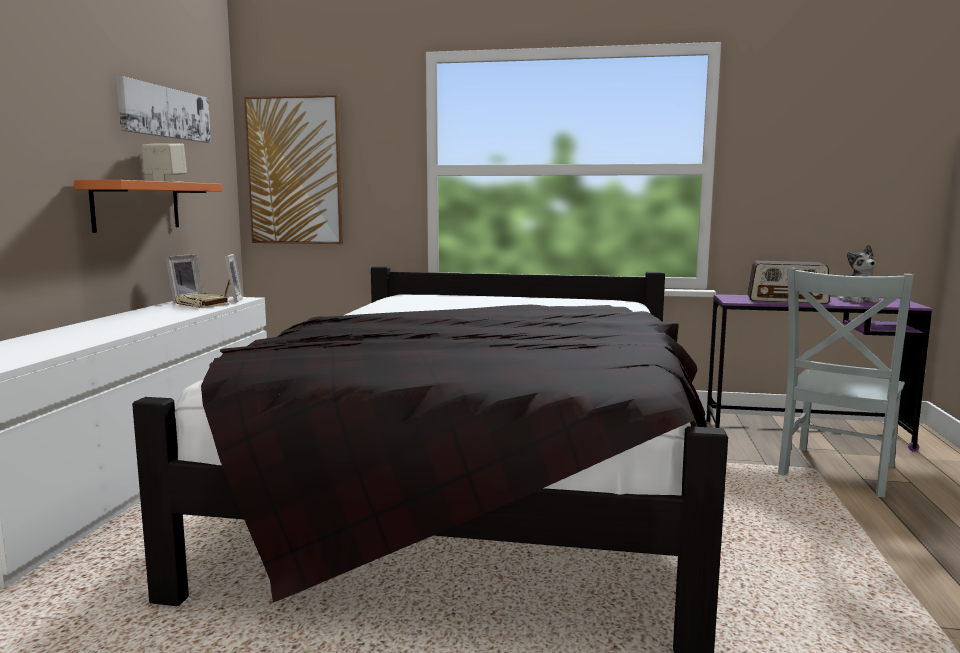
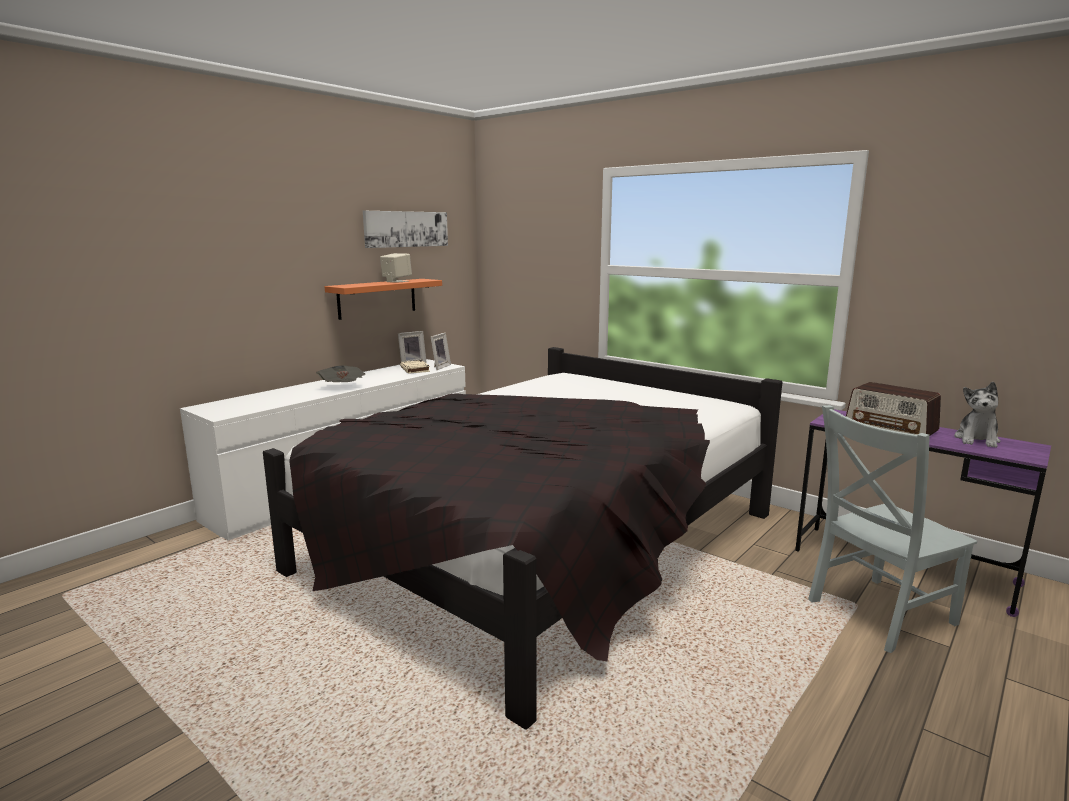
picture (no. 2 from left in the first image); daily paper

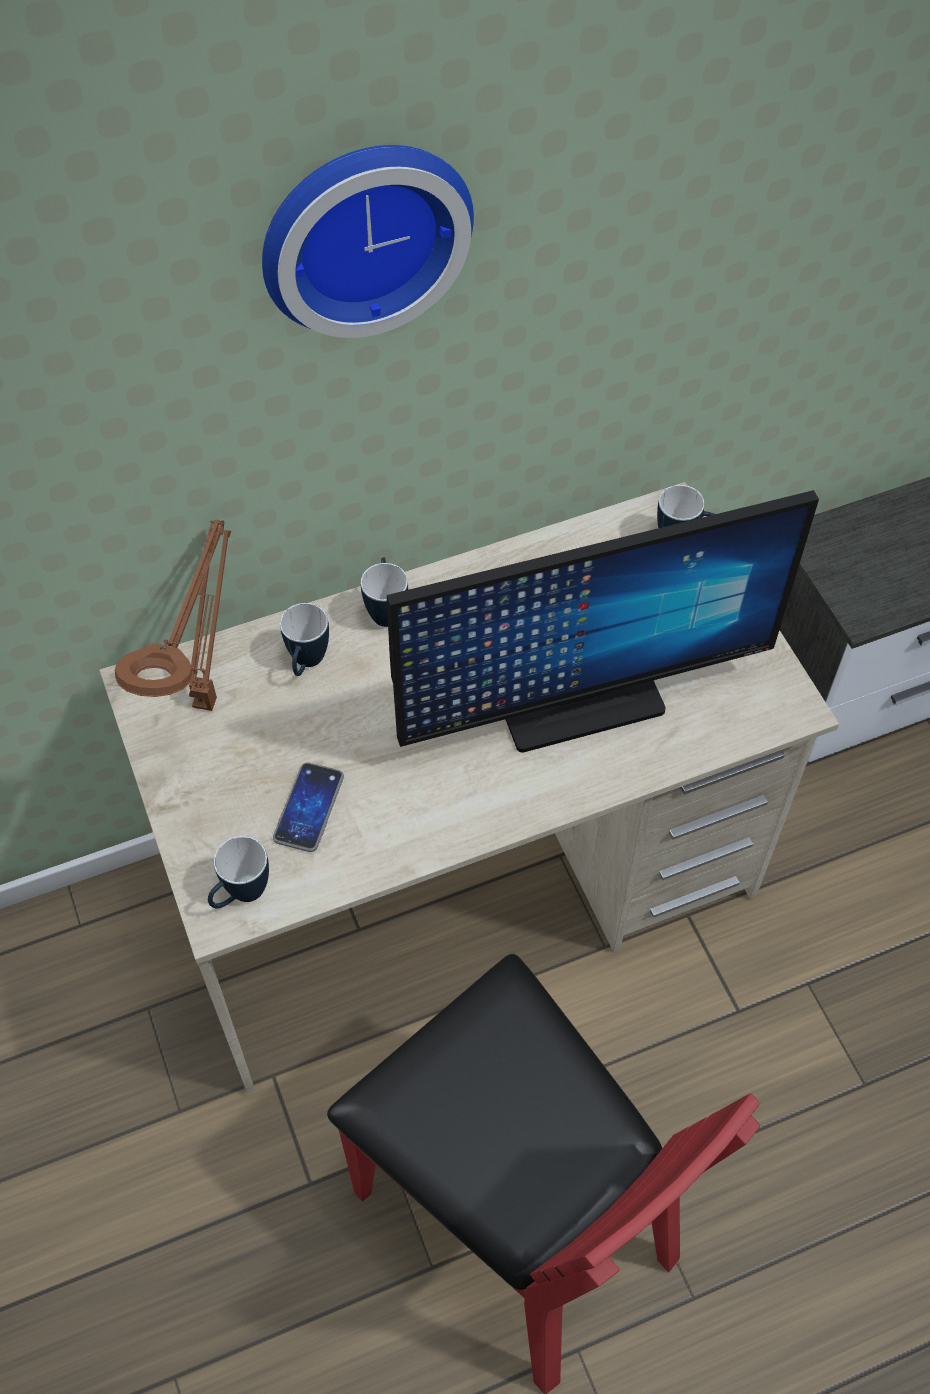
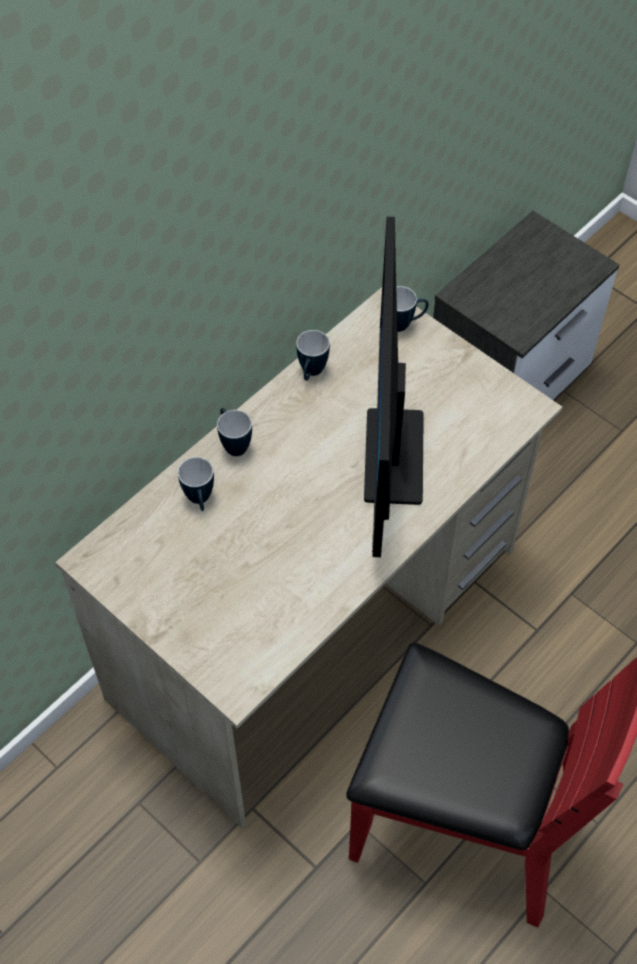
brown tabletop lamp; tea mug (no. 3 from left); wall clock; handset; computer display

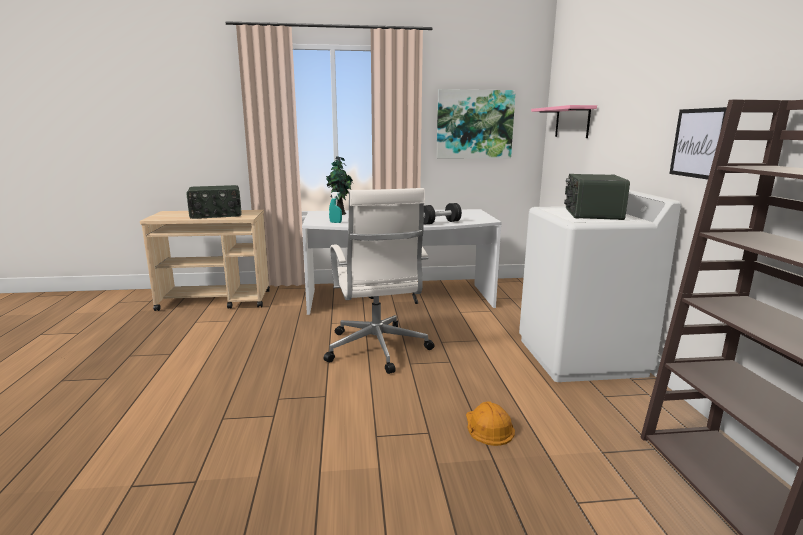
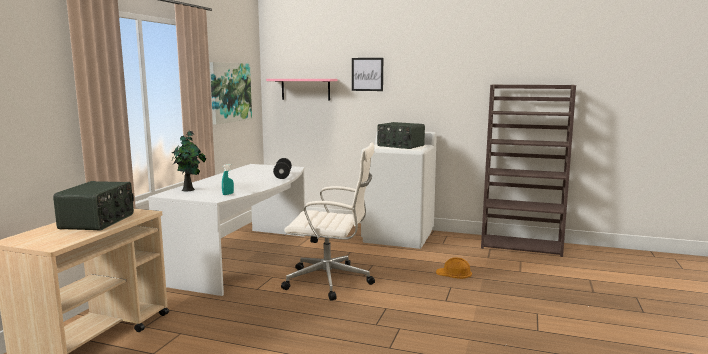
picture (no. 2 from left)

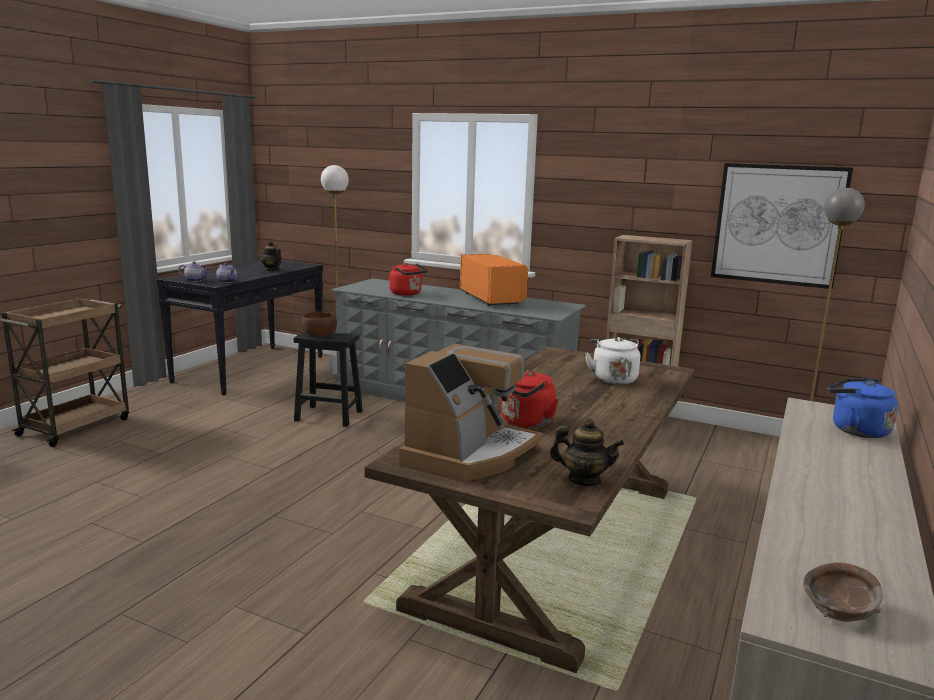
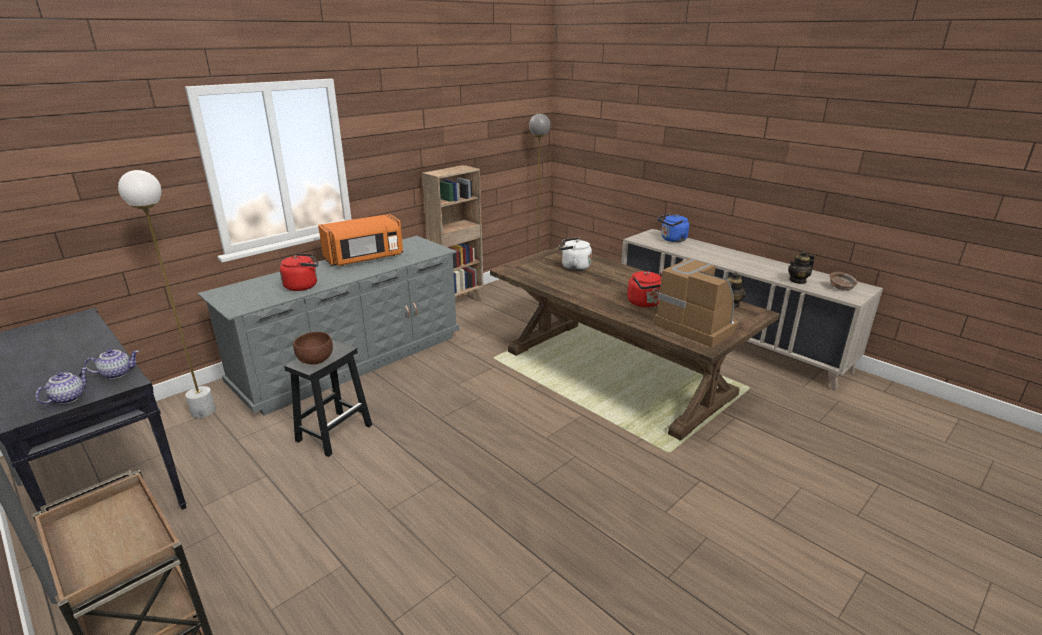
pot for tea (no. 4 from left); orangey microwave oven; picture

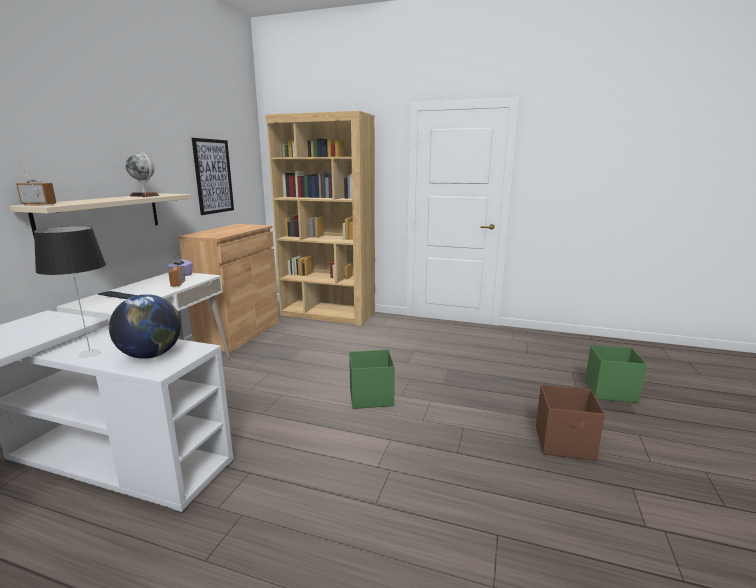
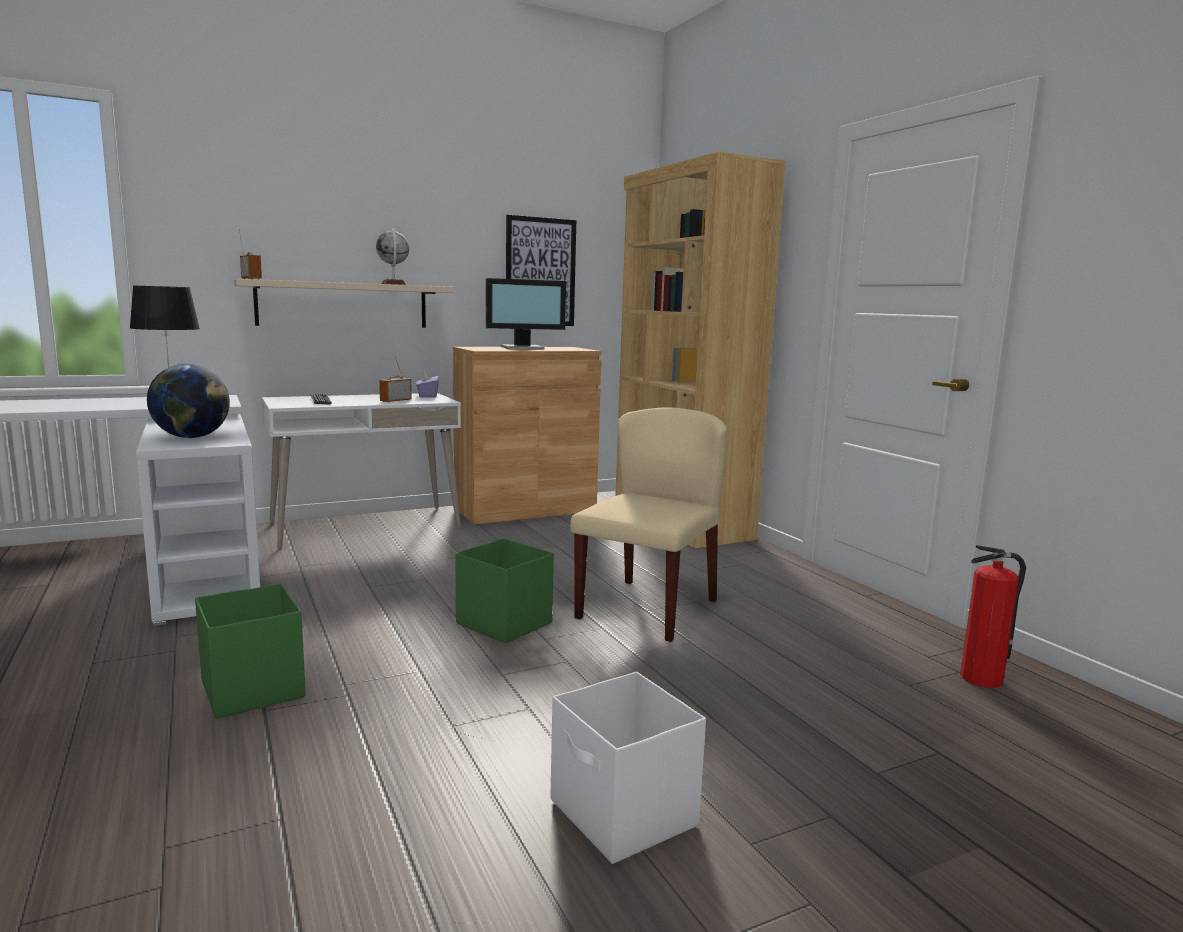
white storage bin; greenish storage bin (no. 1 from left); computer display; sand-coloured upright chair; fire extinguisher

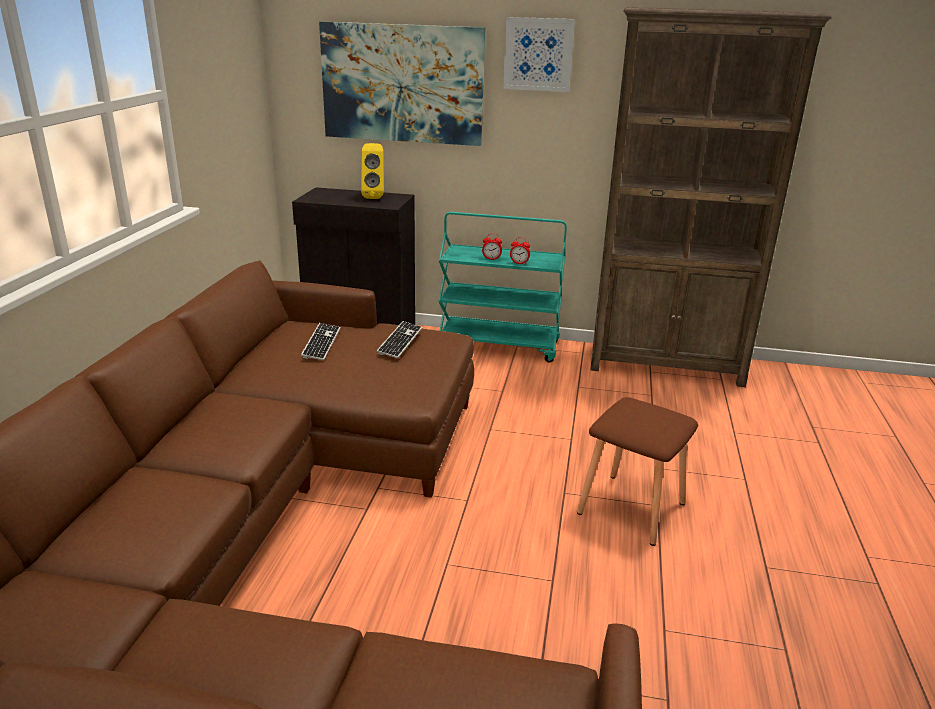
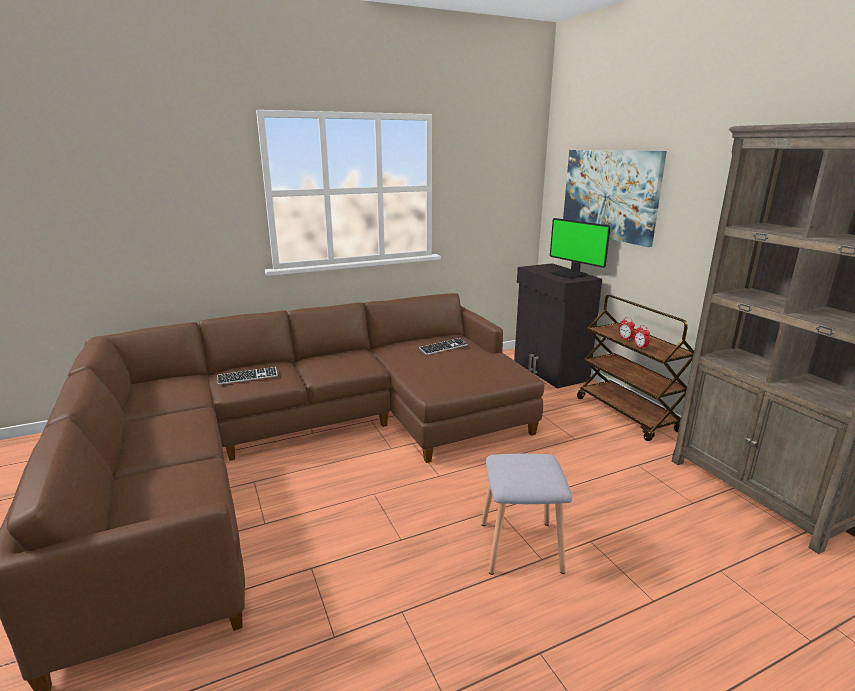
computer display; PC keyboard (no. 1 from left); brown wheeled cart; picture (no. 2 from left in the first image); grey sitting stool

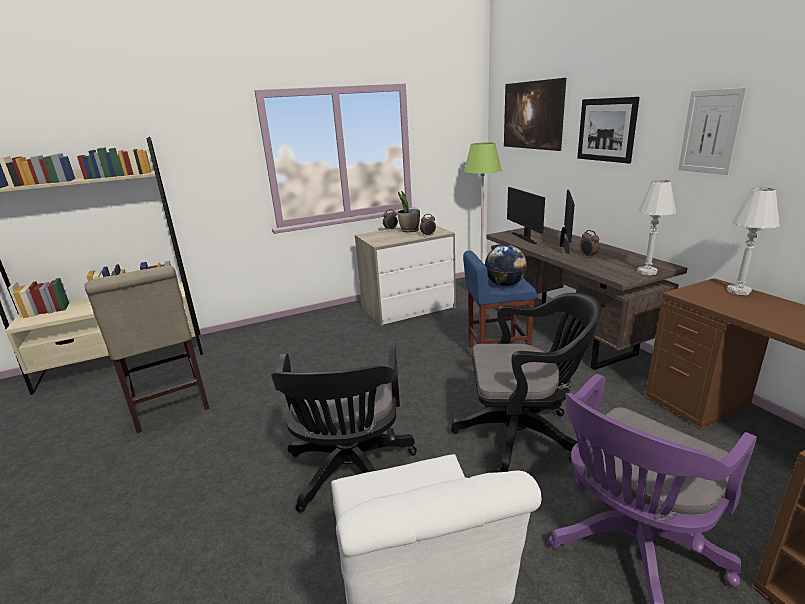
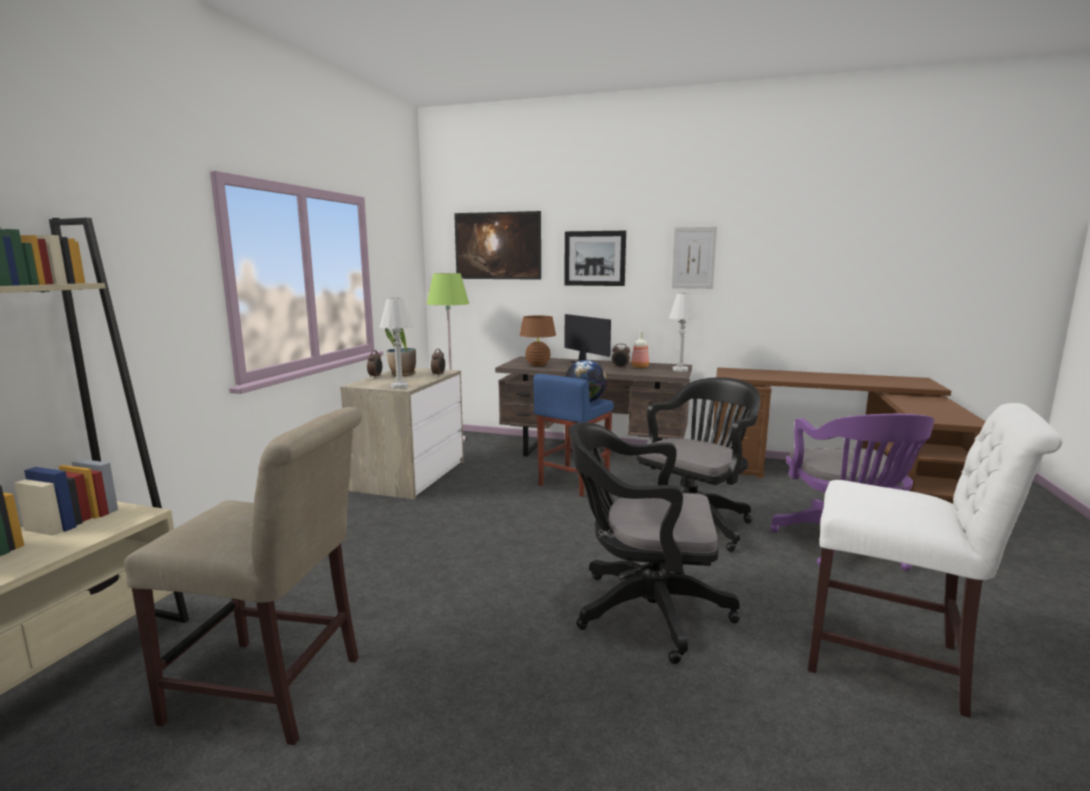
black computer chair (no. 1 from left); brown tabletop lamp; white tabletop lamp (no. 1 from left); drink bottle

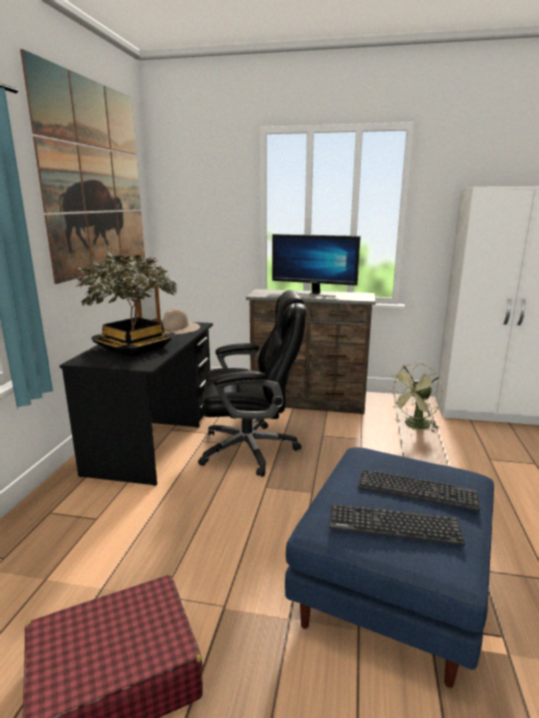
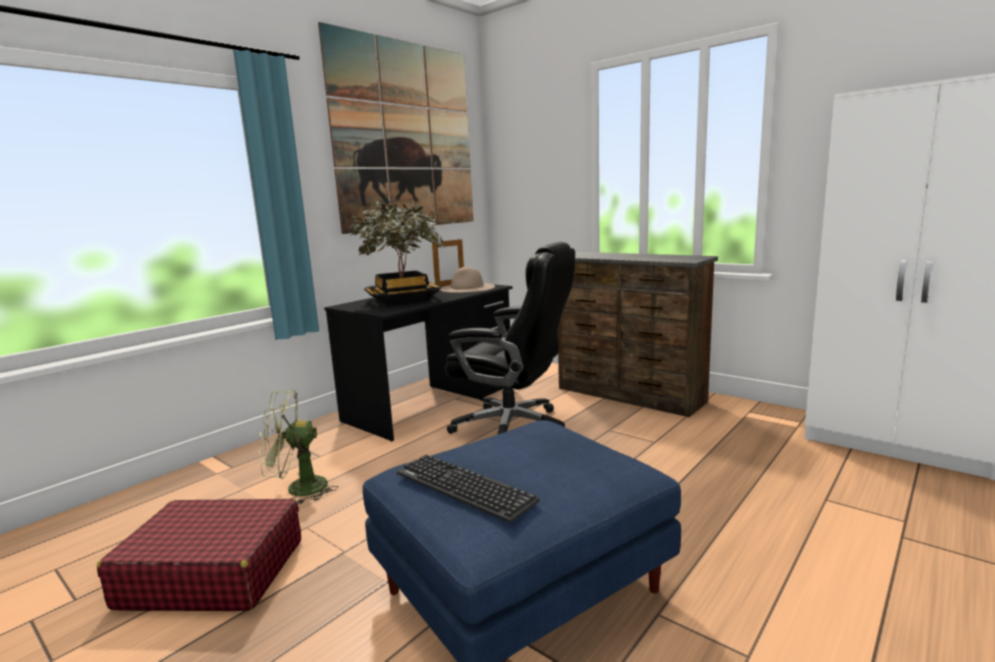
computer display; PC keyboard (no. 2 from left in the first image); greenish cooling fan

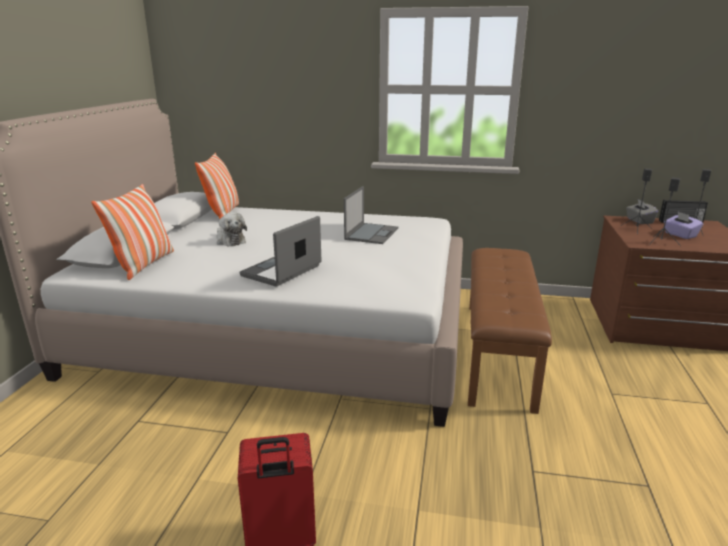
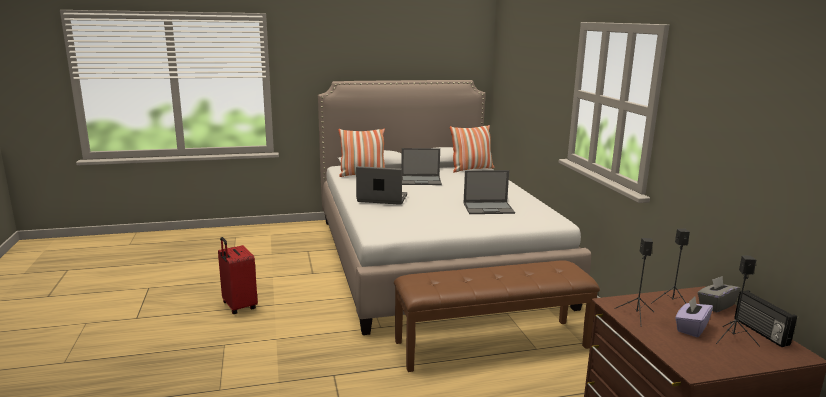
laptop (no. 2 from left)

